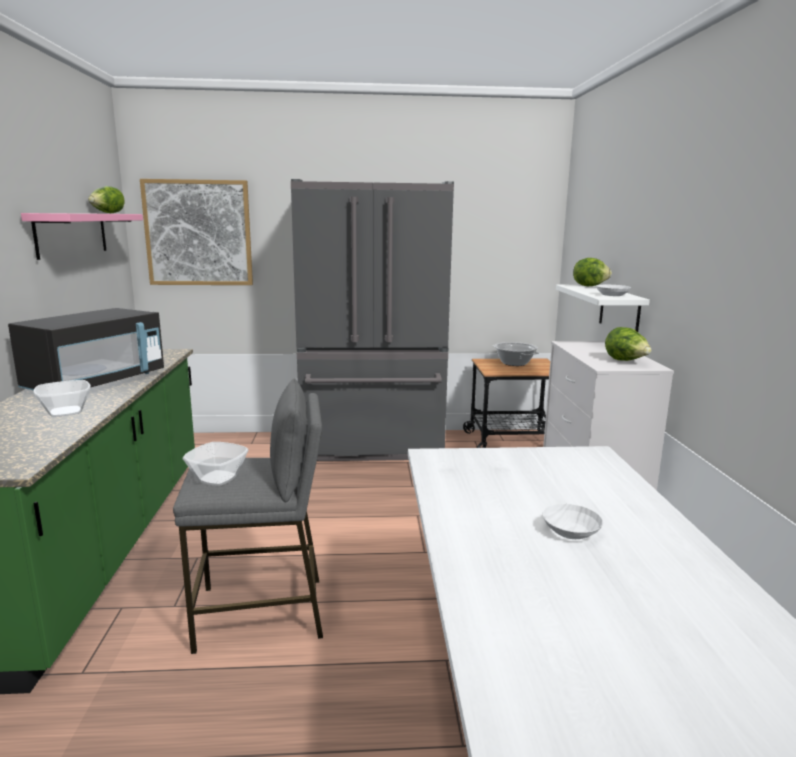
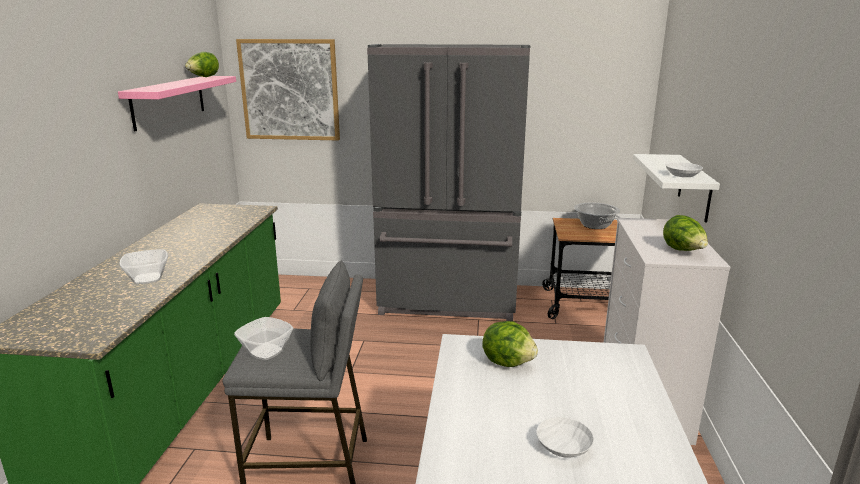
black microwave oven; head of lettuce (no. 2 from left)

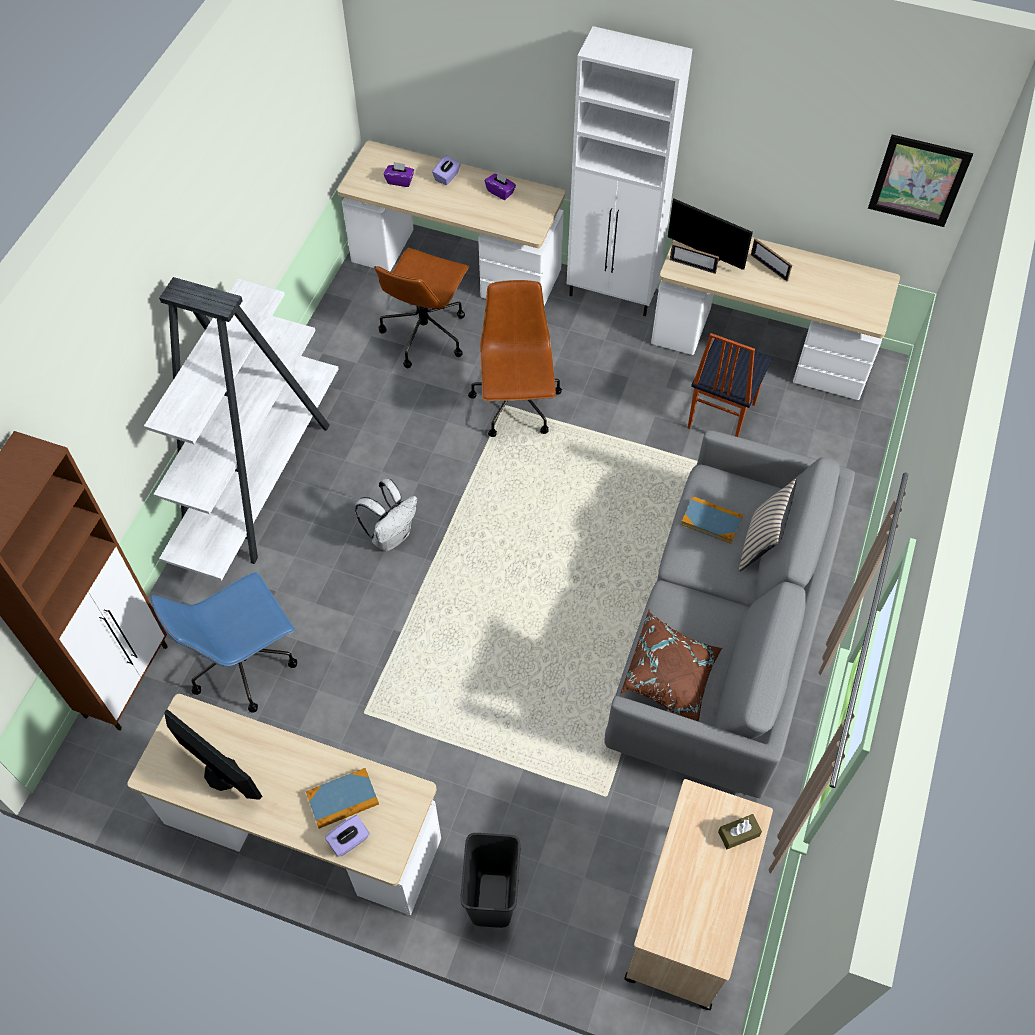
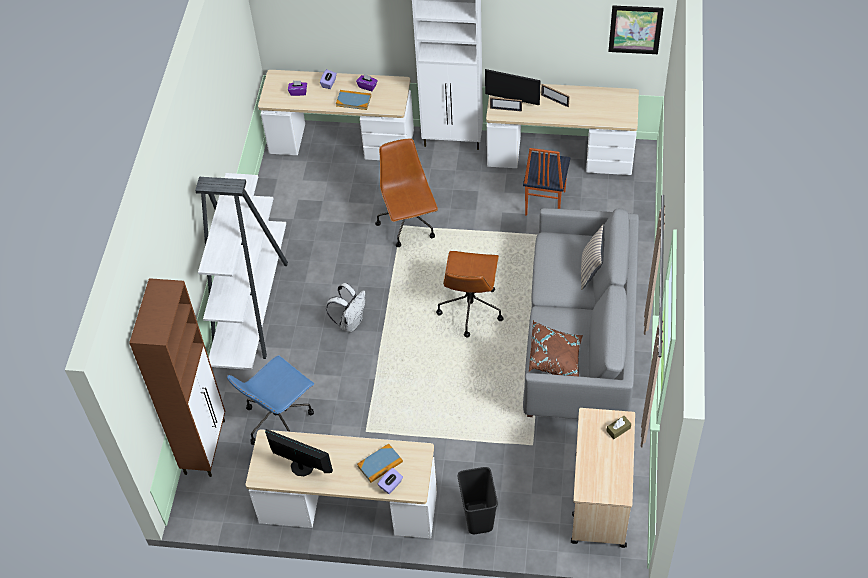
brown computer chair (no. 2 from left); volume (no. 1 from left)

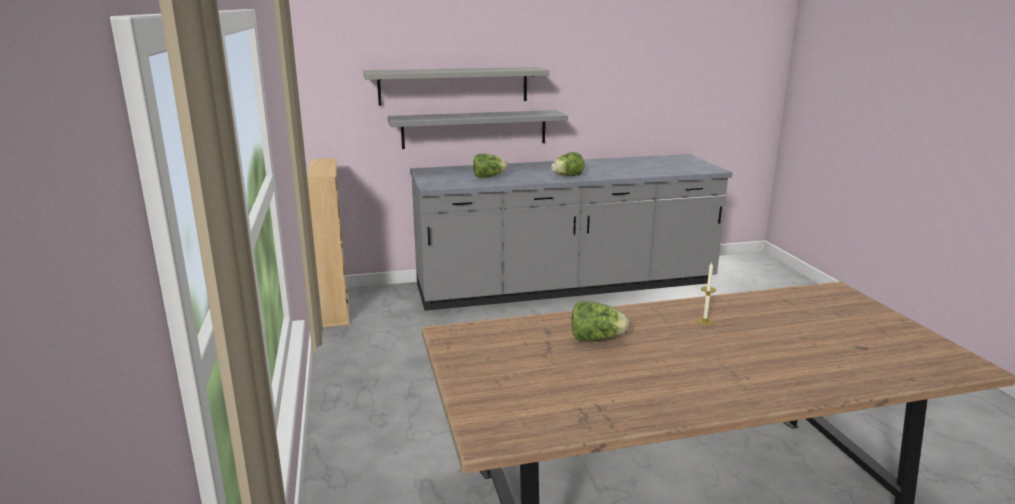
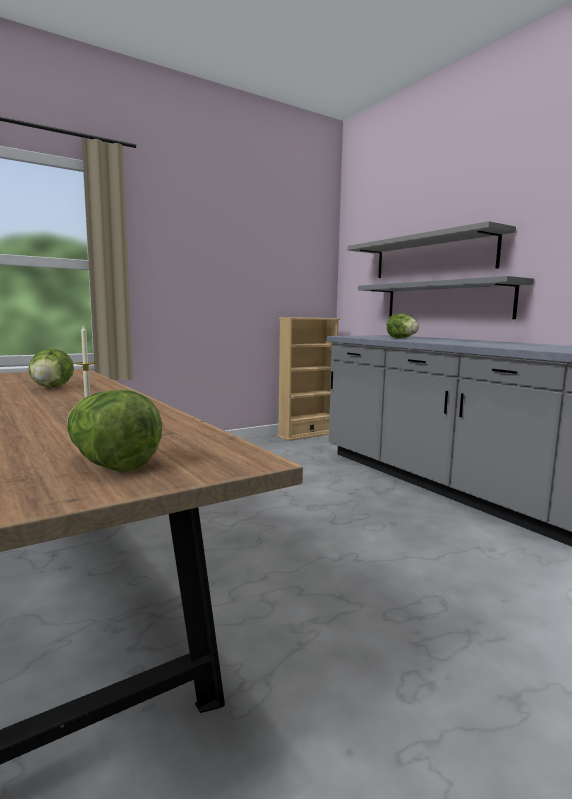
head of lettuce (no. 2 from left)

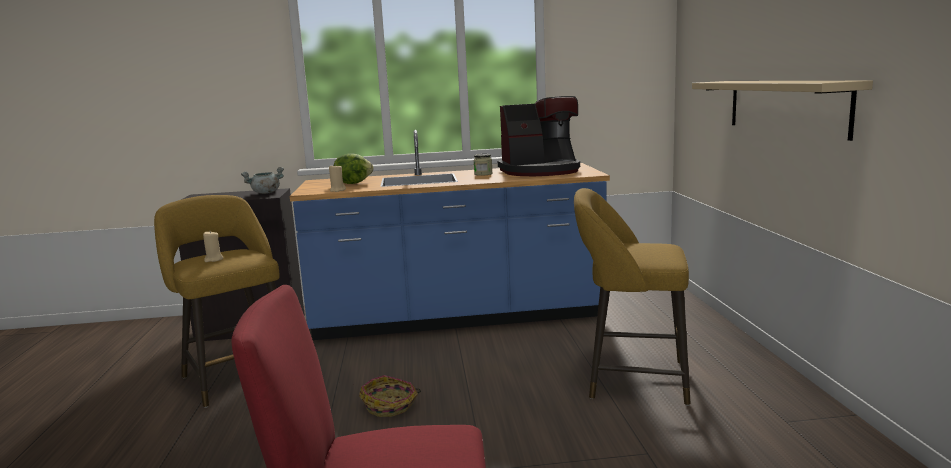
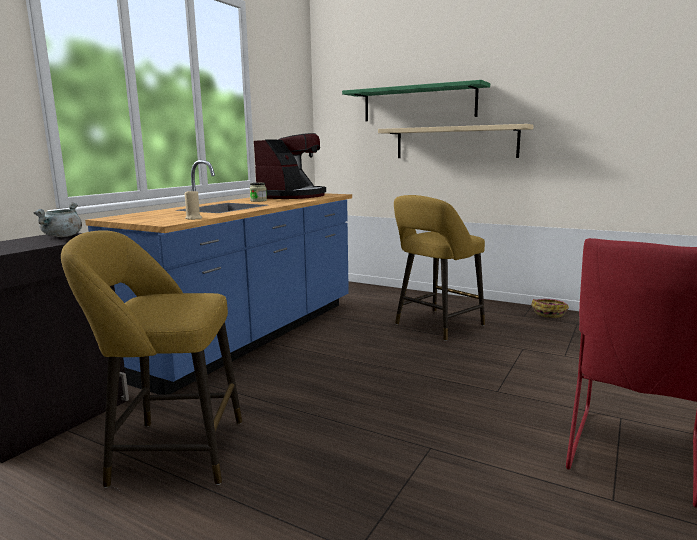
sand-coloured wax light (no. 1 from left in the first image); head of lettuce; basket; greenish shelf

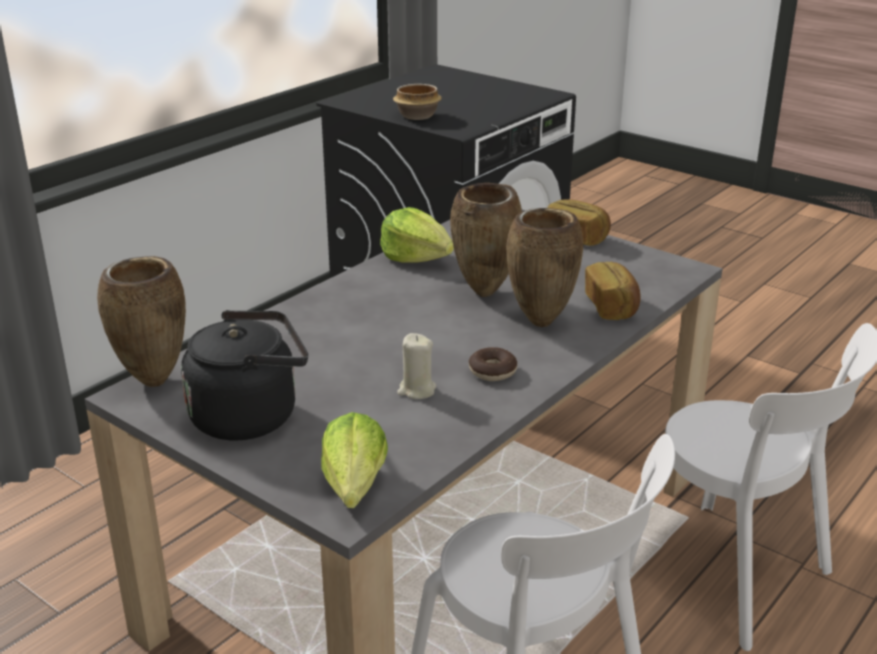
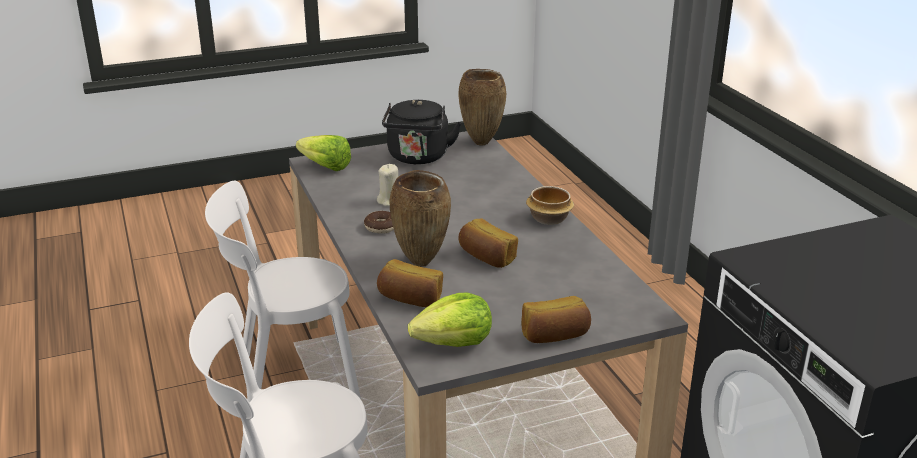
head of lettuce (no. 2 from left); bowl; bakery bread (no. 2 from left)

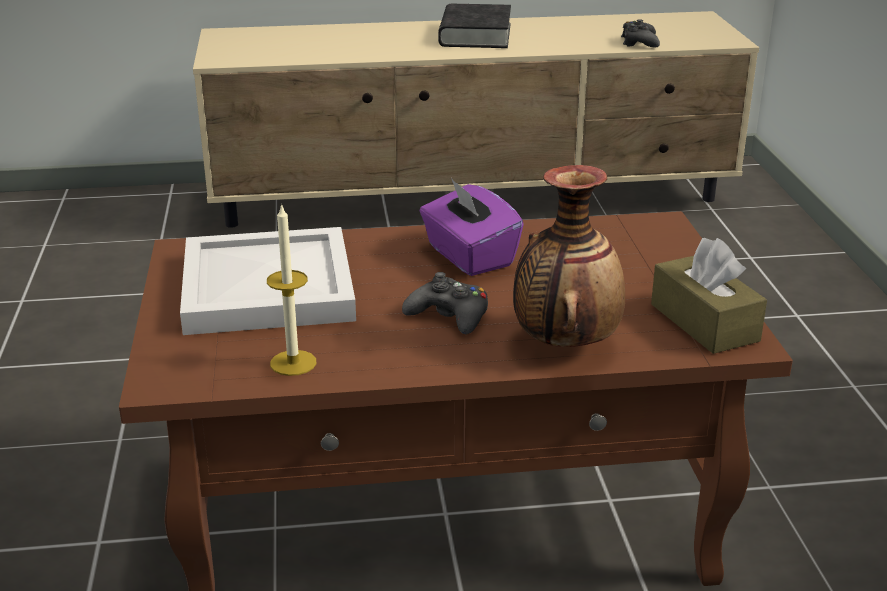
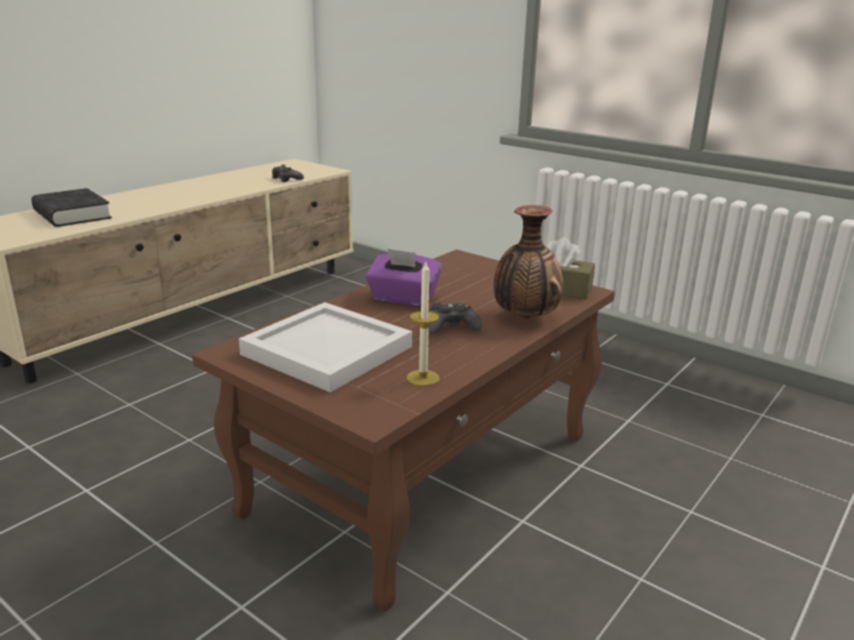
black volume

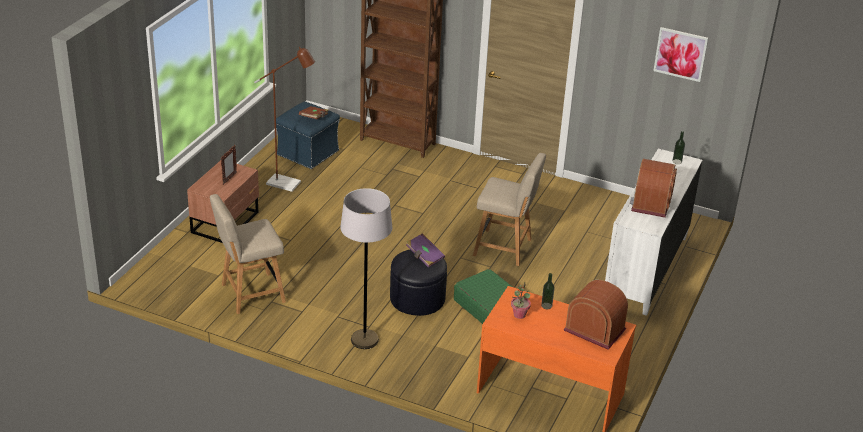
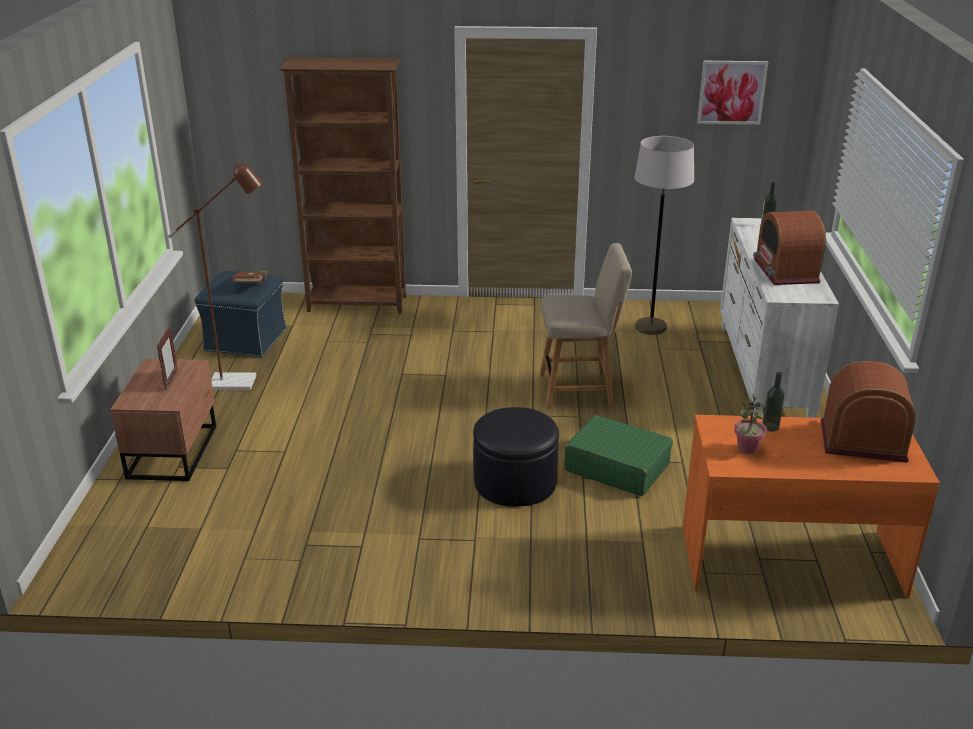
sand-coloured upright chair (no. 1 from left in the first image); grey floor lamp; purplish volume

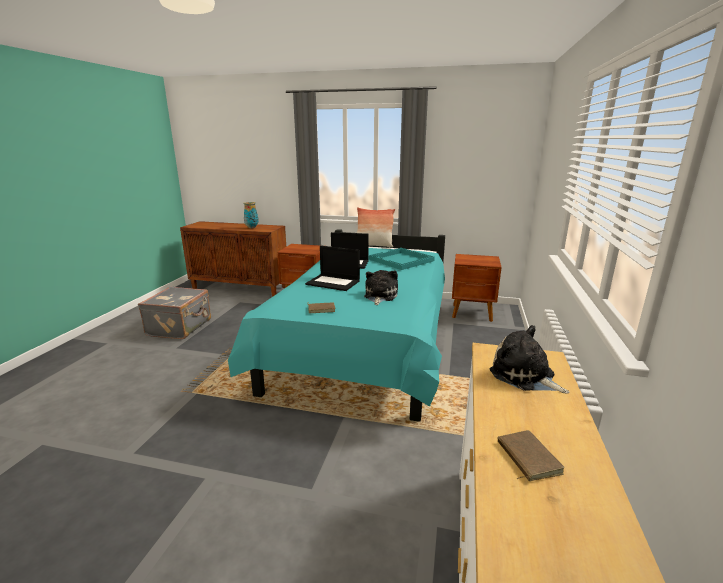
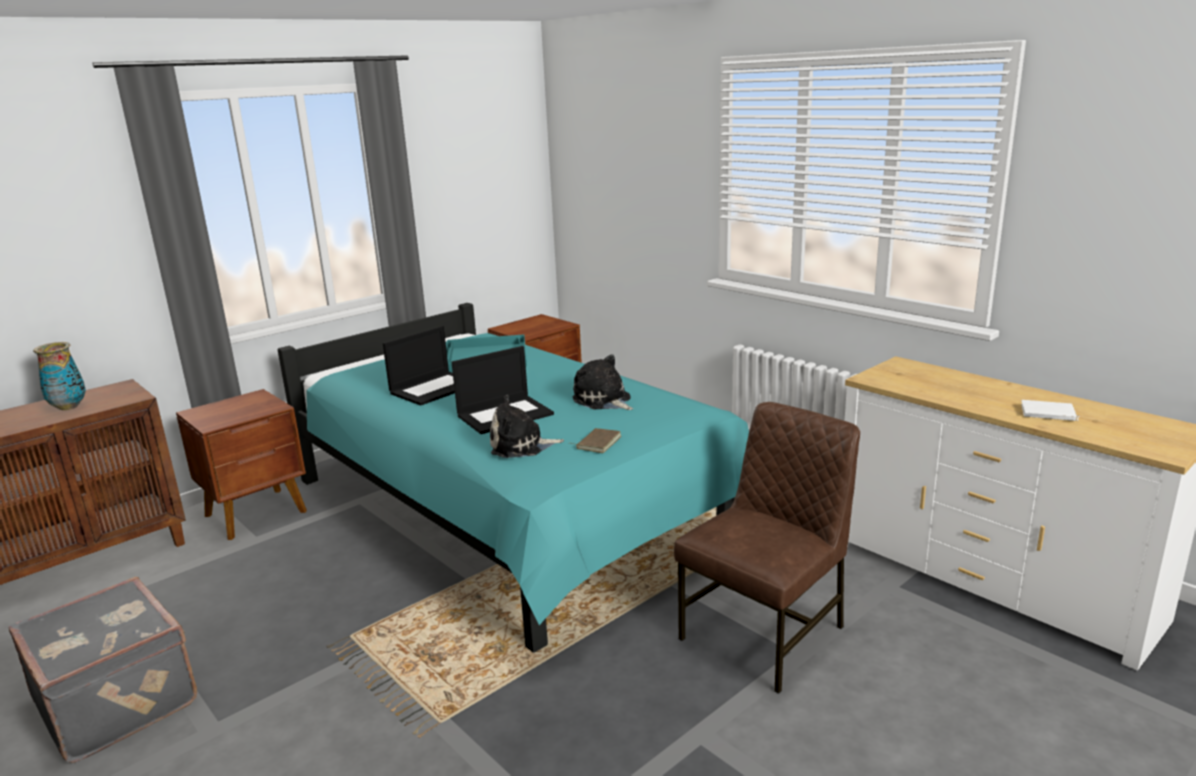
cushion; cuddly toy (no. 1 from left); white volume; brown upright chair

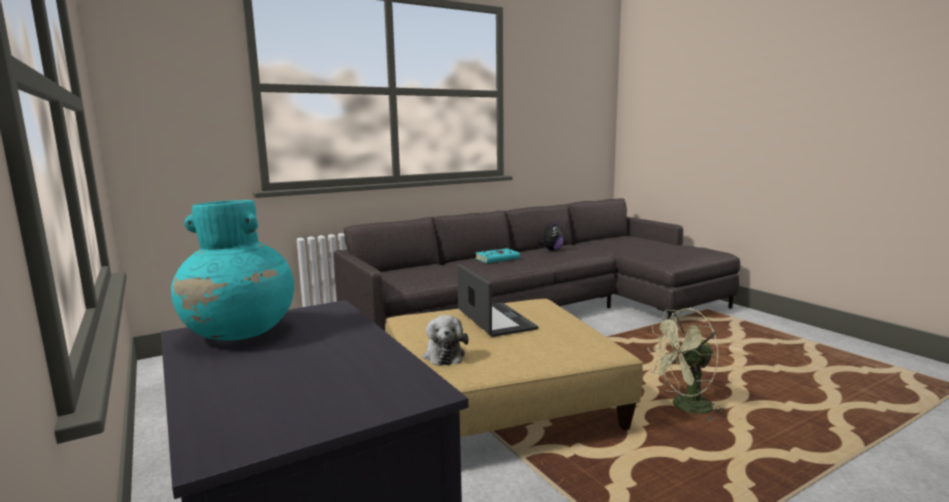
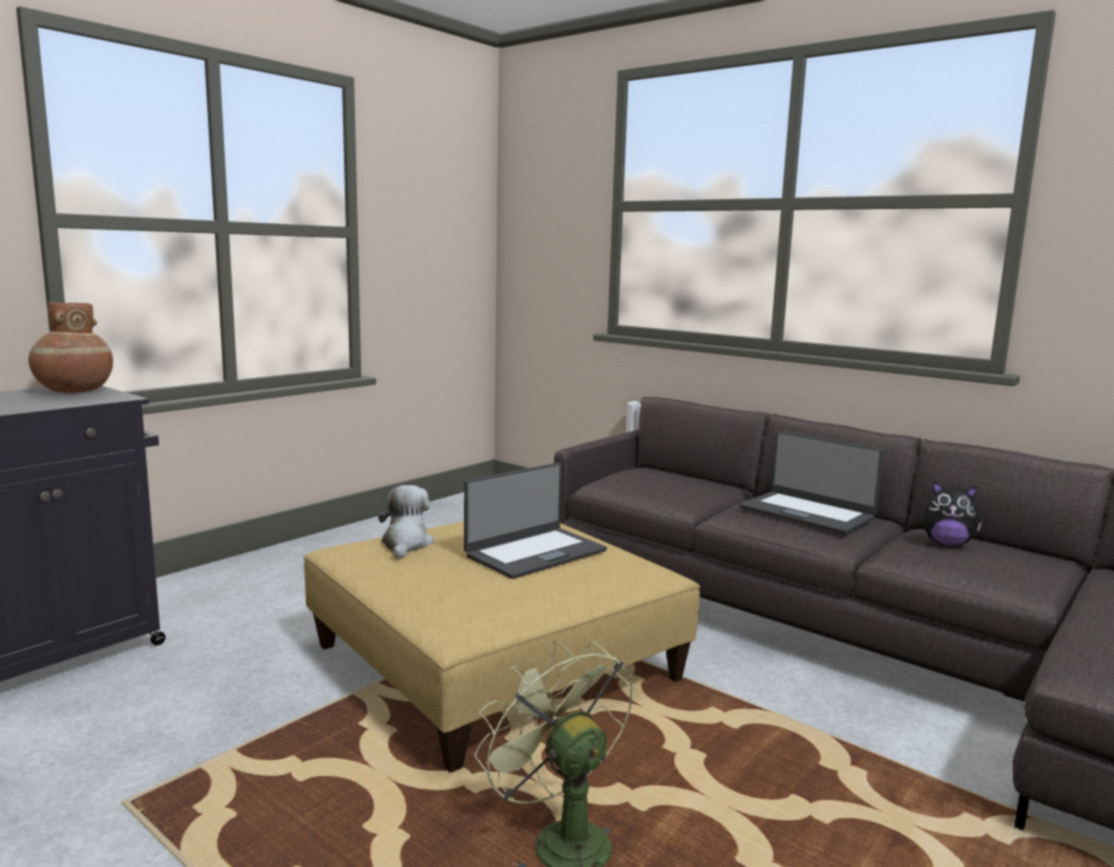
brown flower vase; cuddly toy (no. 1 from left); laptop (no. 2 from left)

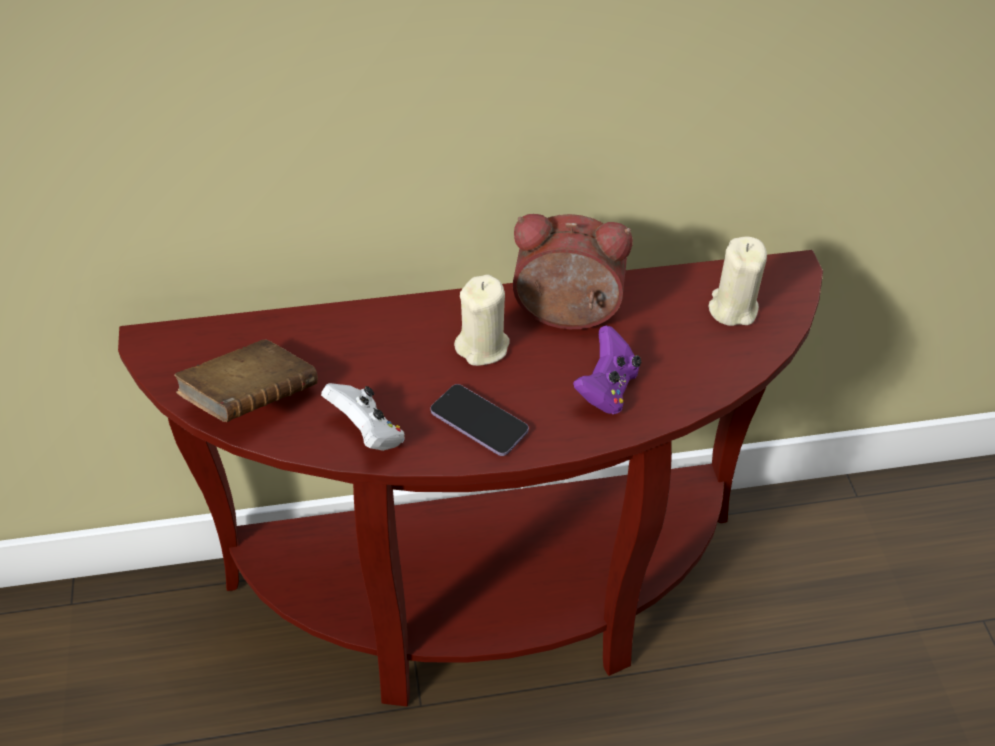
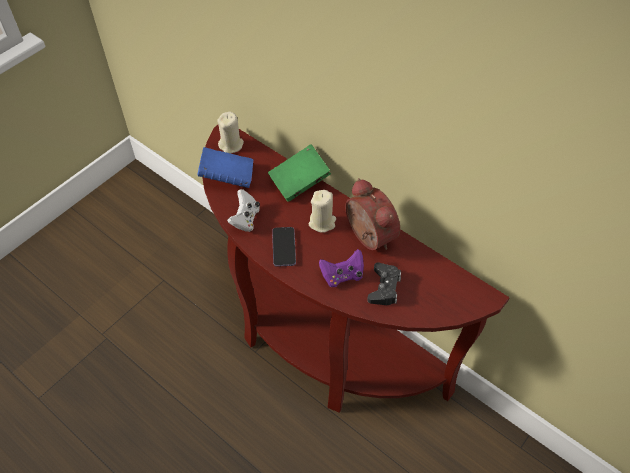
blue volume; sand-coloured wax light (no. 1 from left); greenish volume; black joypad

